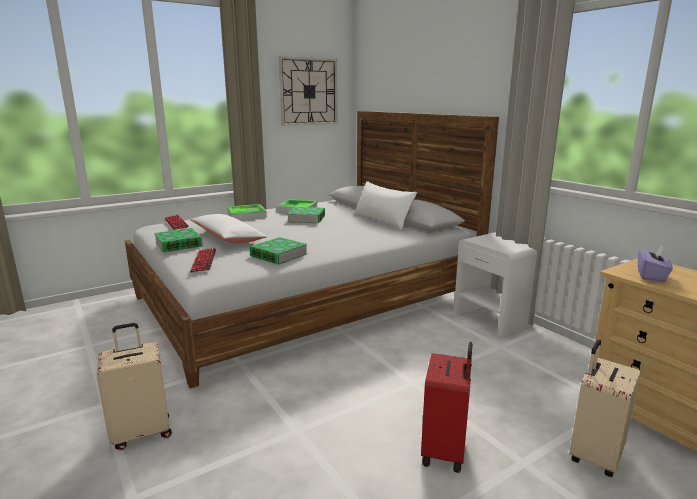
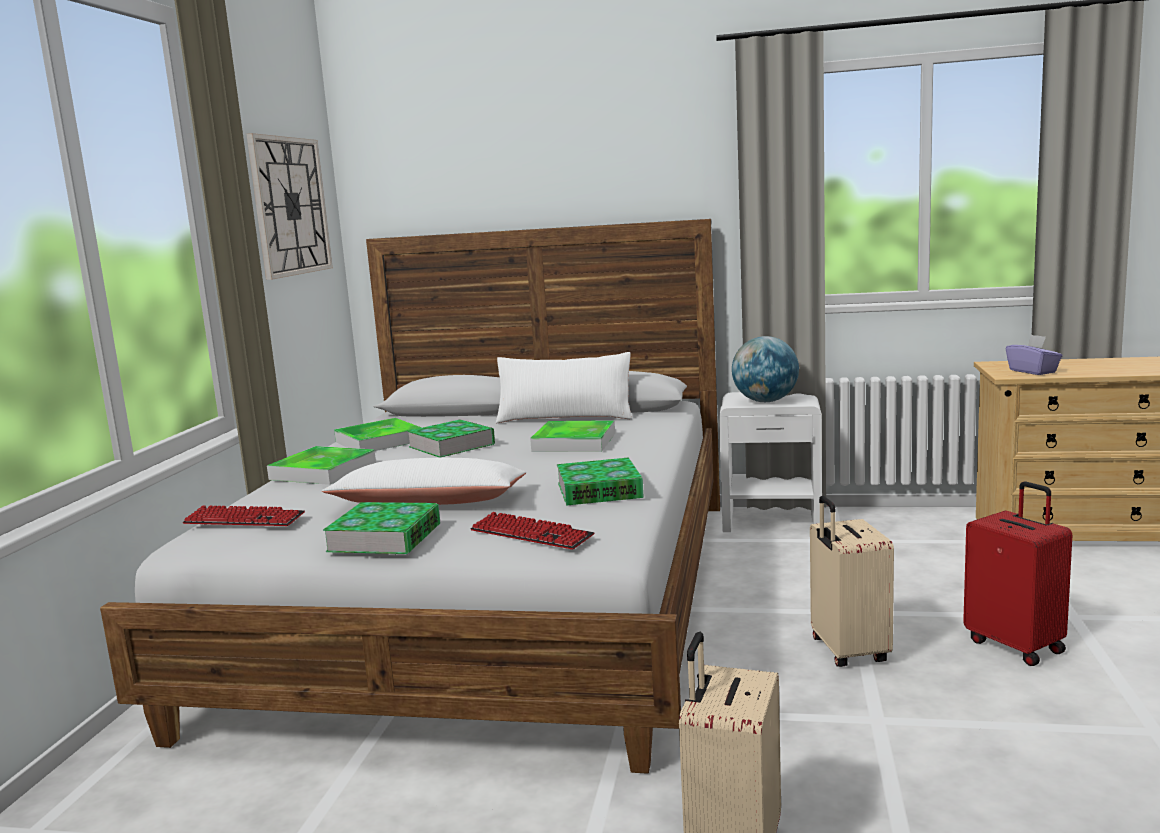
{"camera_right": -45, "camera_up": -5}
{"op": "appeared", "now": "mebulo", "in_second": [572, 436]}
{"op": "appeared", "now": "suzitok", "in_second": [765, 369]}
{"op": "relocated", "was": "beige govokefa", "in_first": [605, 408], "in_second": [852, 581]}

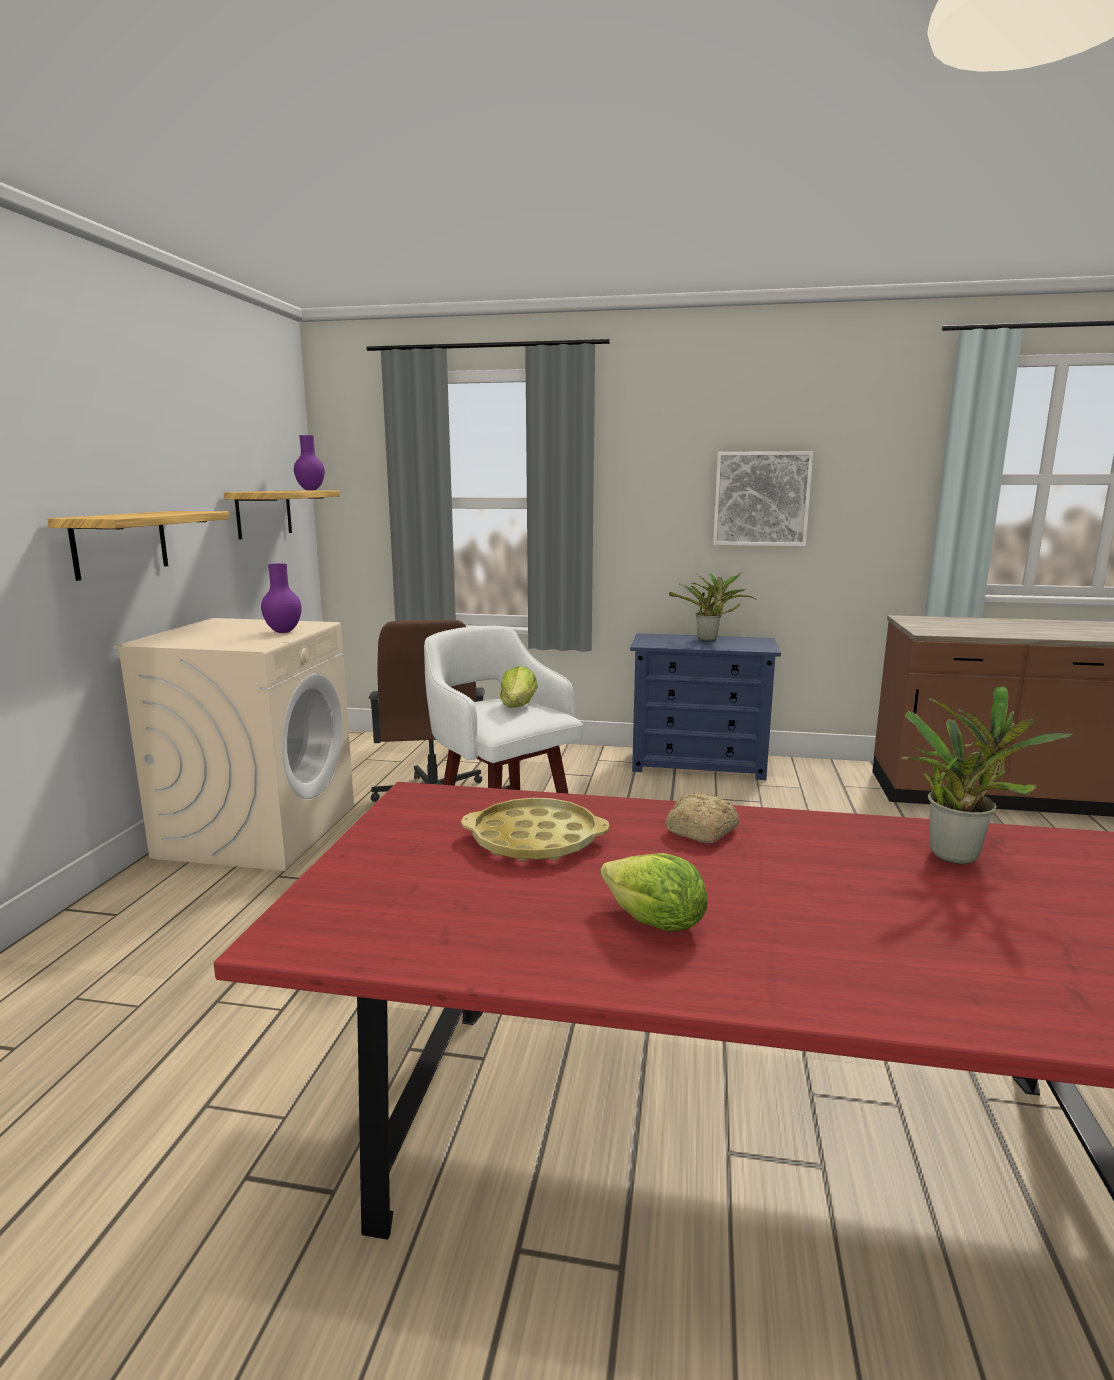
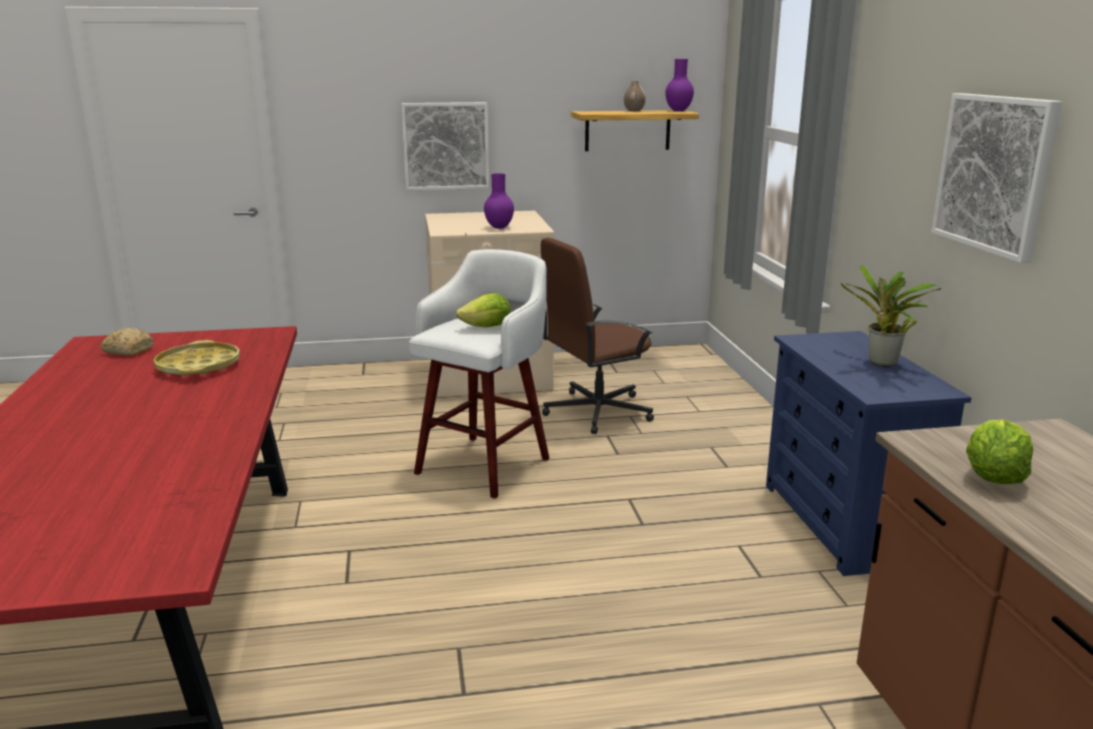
{"camera_right": 70, "camera_up": 5}
{"op": "missing", "was": "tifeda", "in_first": [986, 775]}
{"op": "appeared", "now": "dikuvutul", "in_second": [635, 96]}
{"op": "relocated", "was": "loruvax", "in_first": [653, 892], "in_second": [999, 452]}
{"op": "relocated", "was": "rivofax", "in_first": [702, 818], "in_second": [127, 342]}
{"op": "exchanged", "was": "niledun", "now": "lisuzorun", "in_first": [138, 546], "in_second": [445, 146]}

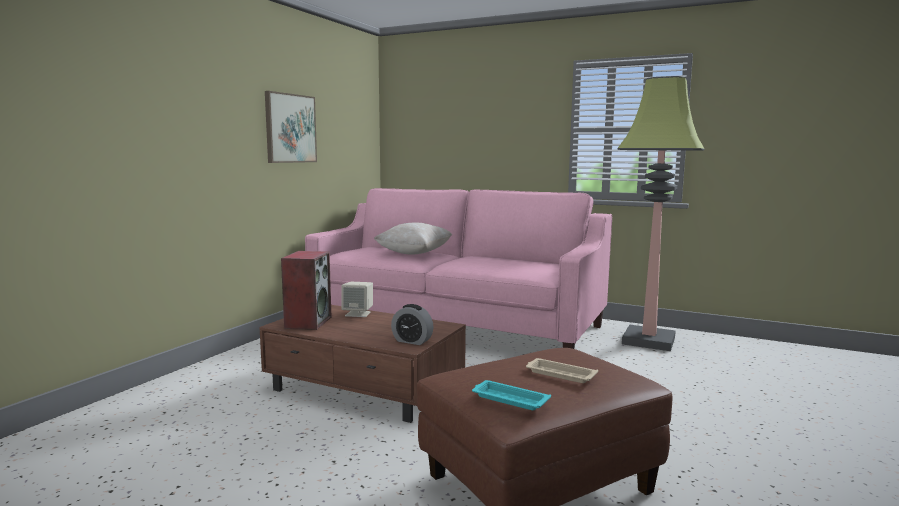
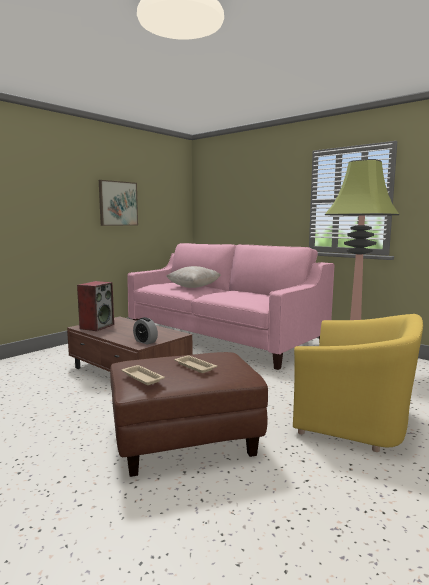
{"camera_right": 15, "camera_up": 0}
{"op": "missing", "was": "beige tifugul", "in_first": [357, 299]}
{"op": "appeared", "now": "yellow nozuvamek", "in_second": [358, 383]}
{"op": "colour", "was": "turquoise mebulo", "now": "beige mebulo", "in_first": [511, 395], "in_second": [143, 375]}

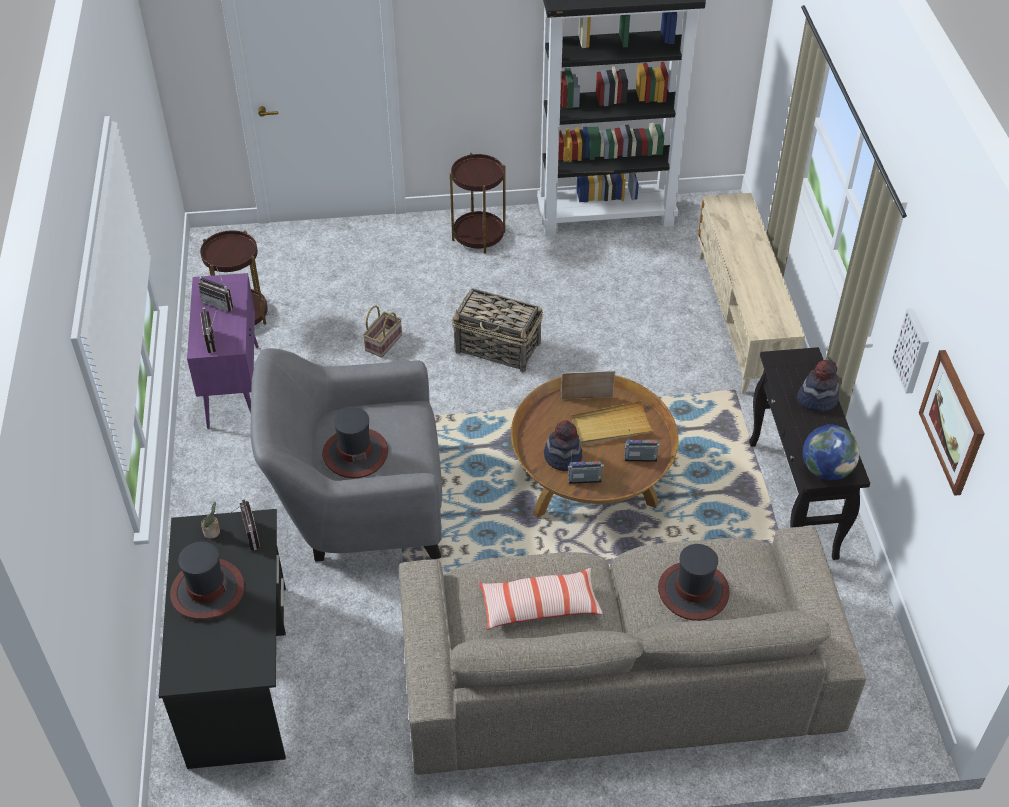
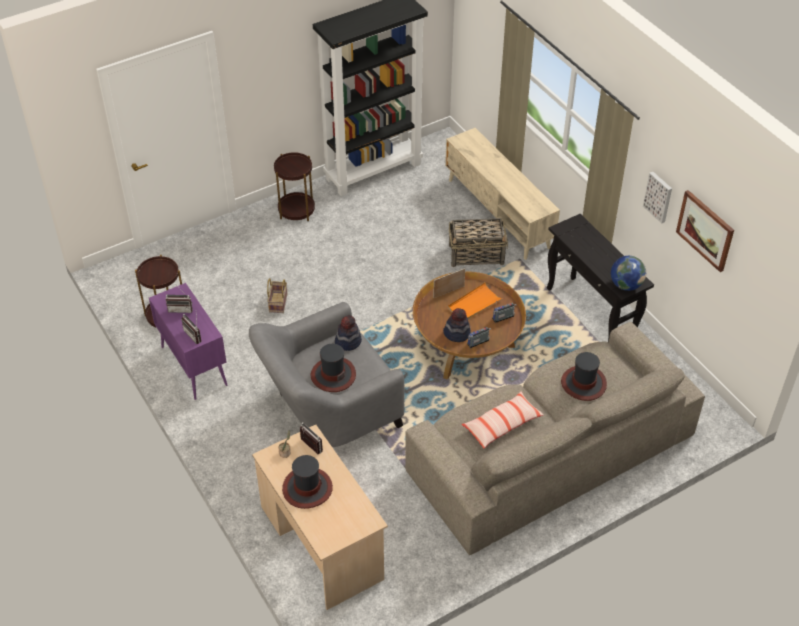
{"camera_right": -25, "camera_up": 0}
{"op": "relocated", "was": "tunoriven", "in_first": [497, 330], "in_second": [478, 242]}
{"op": "relocated", "was": "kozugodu", "in_first": [818, 386], "in_second": [348, 333]}
{"op": "colour", "was": "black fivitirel", "now": "beige fivitirel", "in_first": [222, 639], "in_second": [320, 517]}
{"op": "colour", "was": "beige mebulo", "now": "orange mebulo", "in_first": [612, 423], "in_second": [475, 301]}

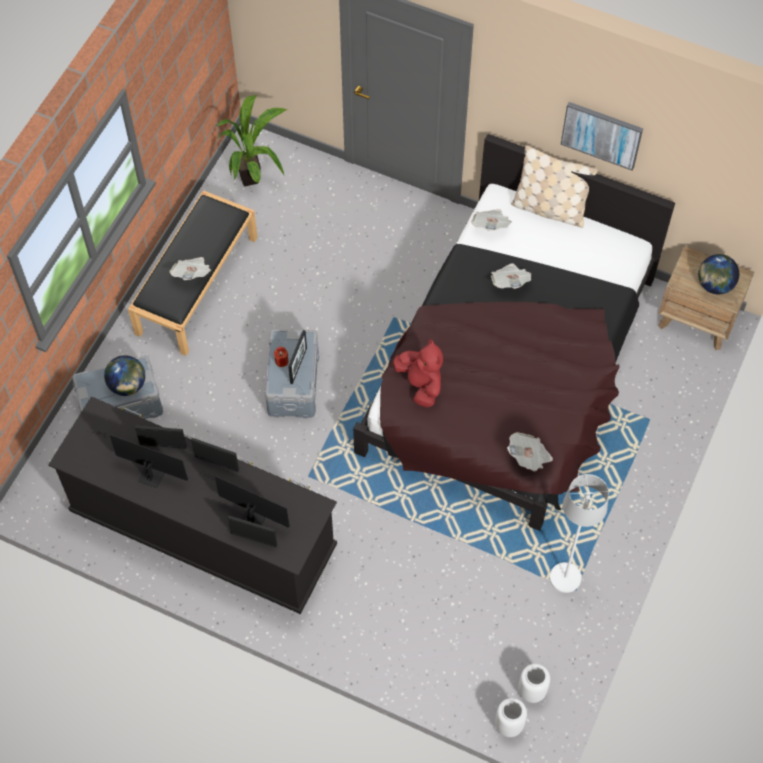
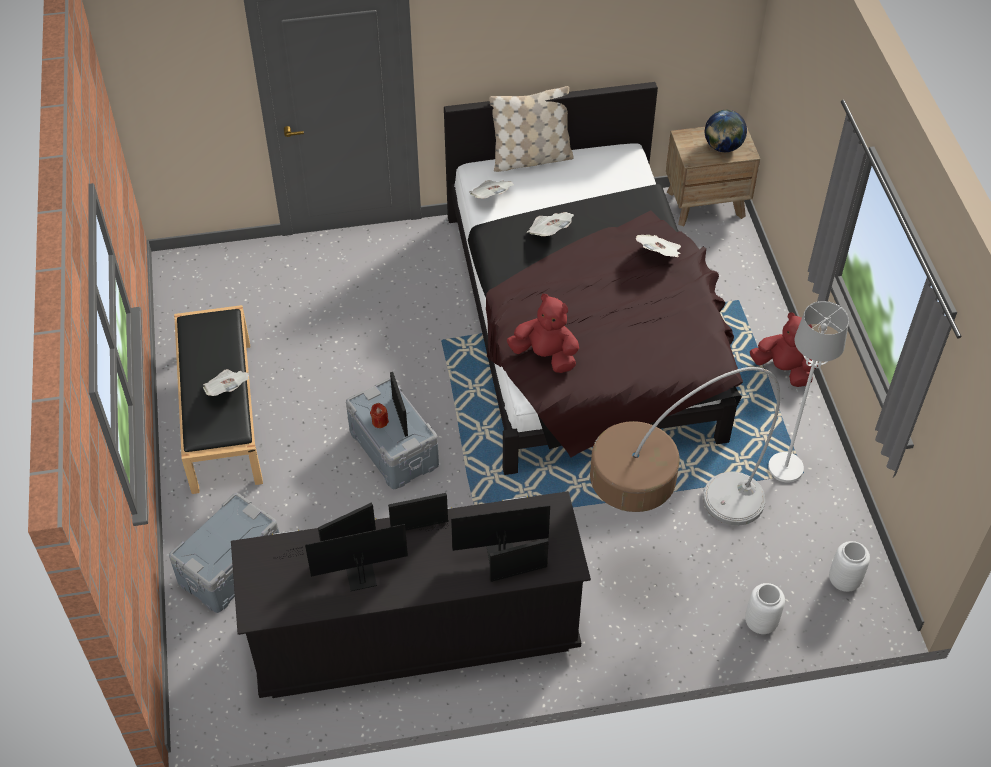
{"camera_right": -35, "camera_up": -10}
{"op": "missing", "was": "suzitok", "in_first": [124, 375]}
{"op": "missing", "was": "tifeda", "in_first": [251, 140]}
{"op": "missing", "was": "lisuzorun", "in_first": [602, 136]}
{"op": "appeared", "now": "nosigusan", "in_second": [685, 446]}
{"op": "appeared", "now": "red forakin", "in_second": [784, 349]}
{"op": "relocated", "was": "white dikuvutul", "in_first": [511, 717], "in_second": [765, 608]}
{"op": "relocated", "was": "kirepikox", "in_first": [530, 451], "in_second": [658, 246]}

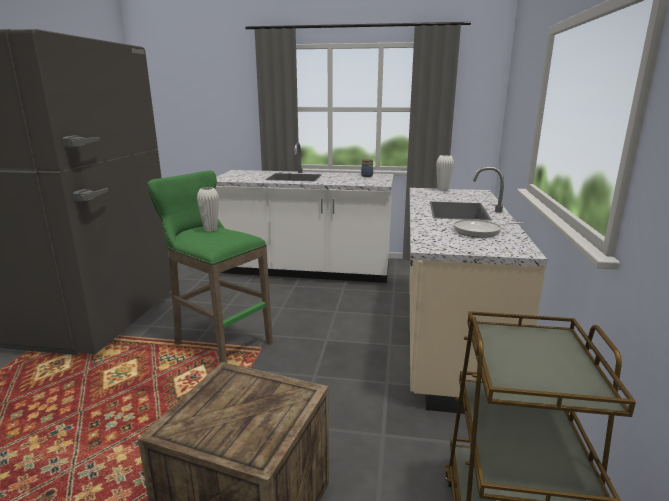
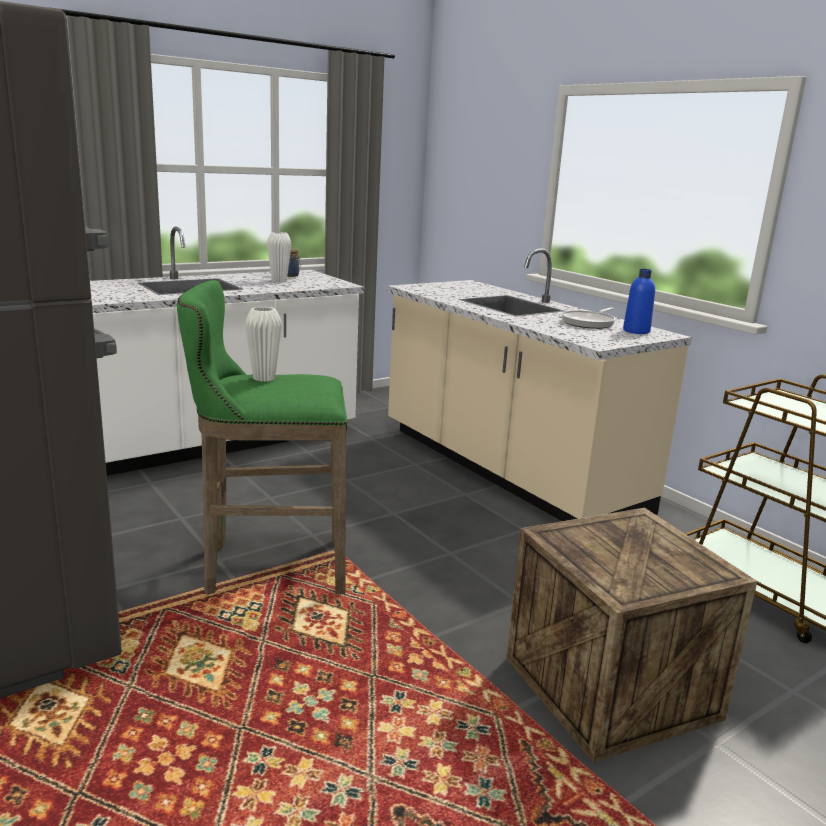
{"camera_right": -45, "camera_up": 0}
{"op": "appeared", "now": "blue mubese", "in_second": [639, 301]}
{"op": "relocated", "was": "white dikuvutul", "in_first": [445, 173], "in_second": [279, 257]}

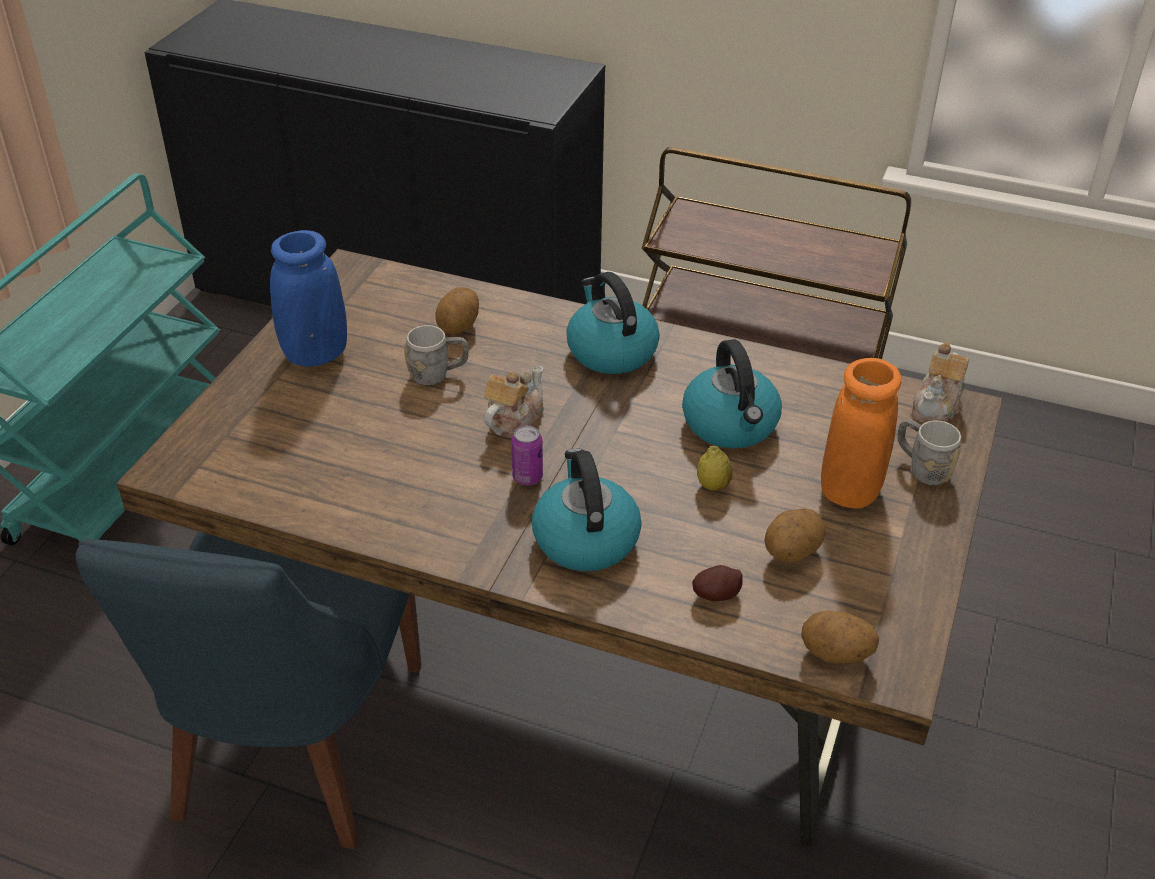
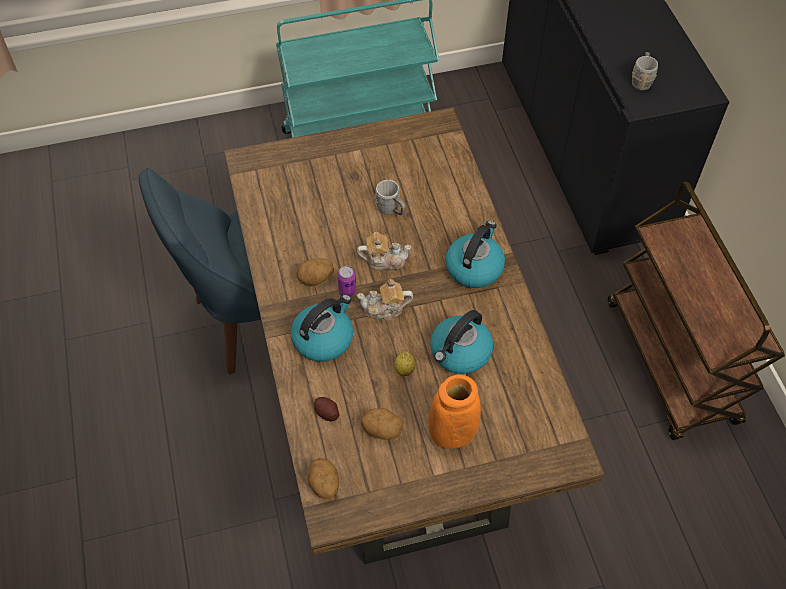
{"camera_right": 55, "camera_up": 15}
{"op": "missing", "was": "blue dikuvutul", "in_first": [308, 298]}
{"op": "relocated", "was": "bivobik", "in_first": [457, 311], "in_second": [315, 272]}
{"op": "relocated", "was": "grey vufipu", "in_first": [929, 452], "in_second": [645, 71]}
{"op": "relocated", "was": "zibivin", "in_first": [940, 383], "in_second": [385, 300]}

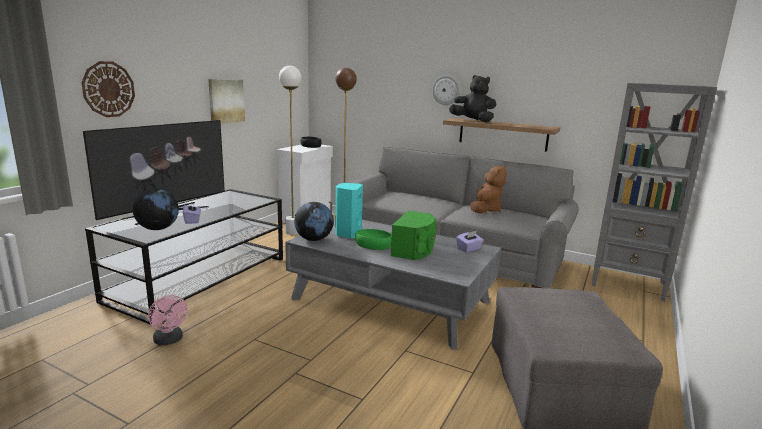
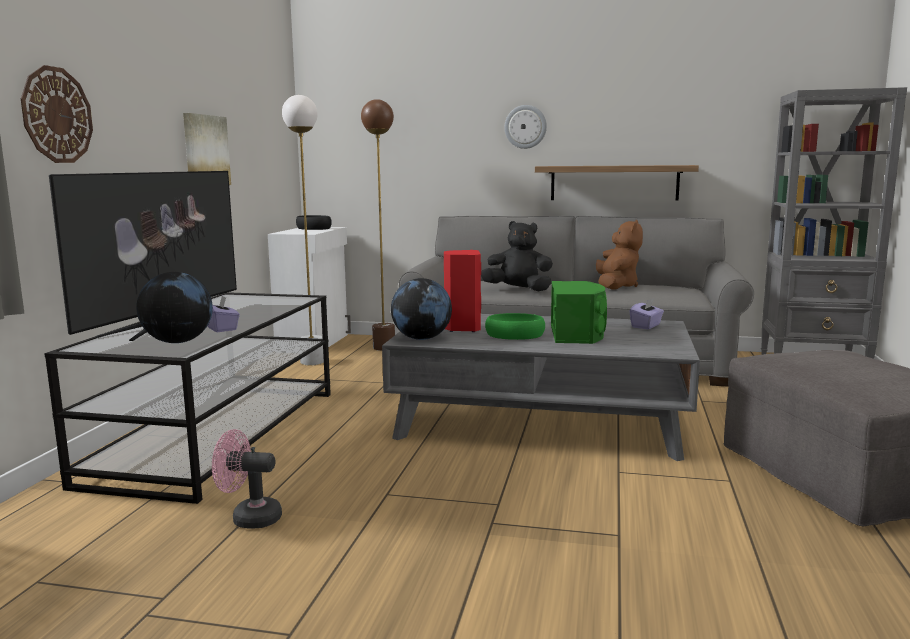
{"camera_right": -15, "camera_up": -5}
{"op": "relocated", "was": "black forakin", "in_first": [473, 98], "in_second": [517, 256]}
{"op": "colour", "was": "turquoise tifugul", "now": "red tifugul", "in_first": [349, 211], "in_second": [462, 291]}
{"op": "spun", "was": "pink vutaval", "in_first": [168, 320], "in_second": [247, 479], "clockwise": 150}

